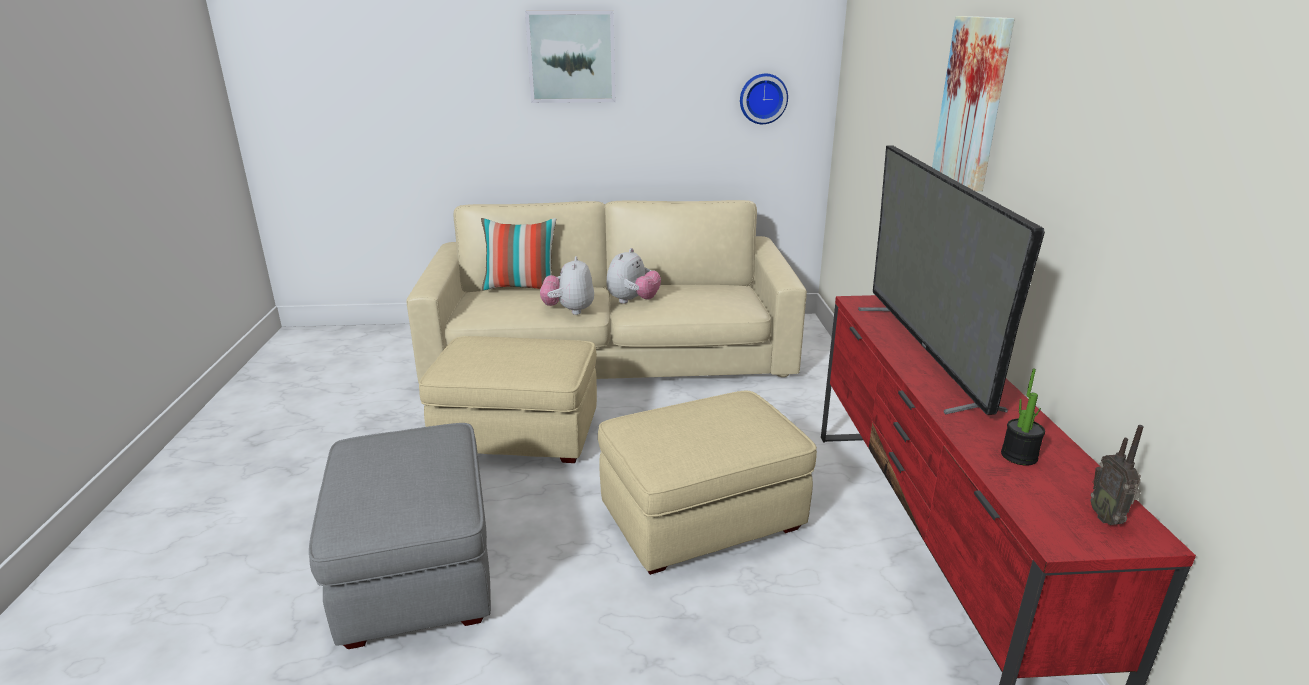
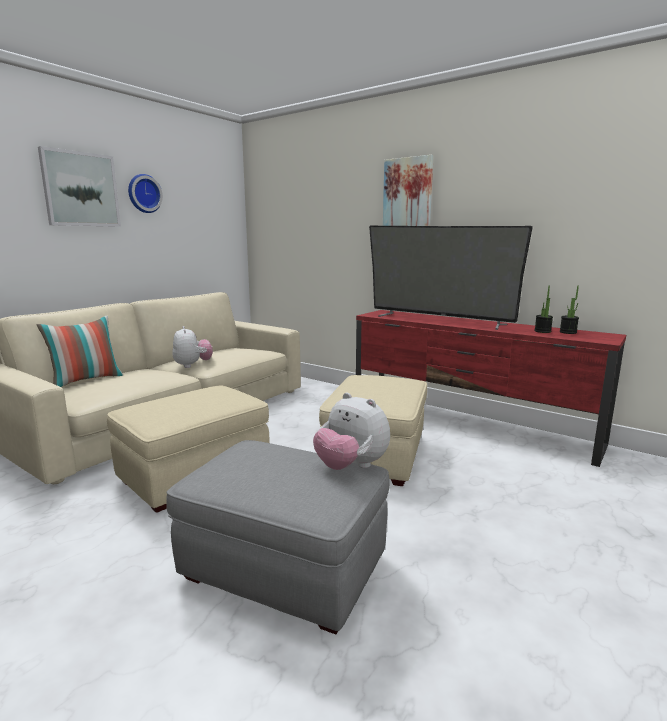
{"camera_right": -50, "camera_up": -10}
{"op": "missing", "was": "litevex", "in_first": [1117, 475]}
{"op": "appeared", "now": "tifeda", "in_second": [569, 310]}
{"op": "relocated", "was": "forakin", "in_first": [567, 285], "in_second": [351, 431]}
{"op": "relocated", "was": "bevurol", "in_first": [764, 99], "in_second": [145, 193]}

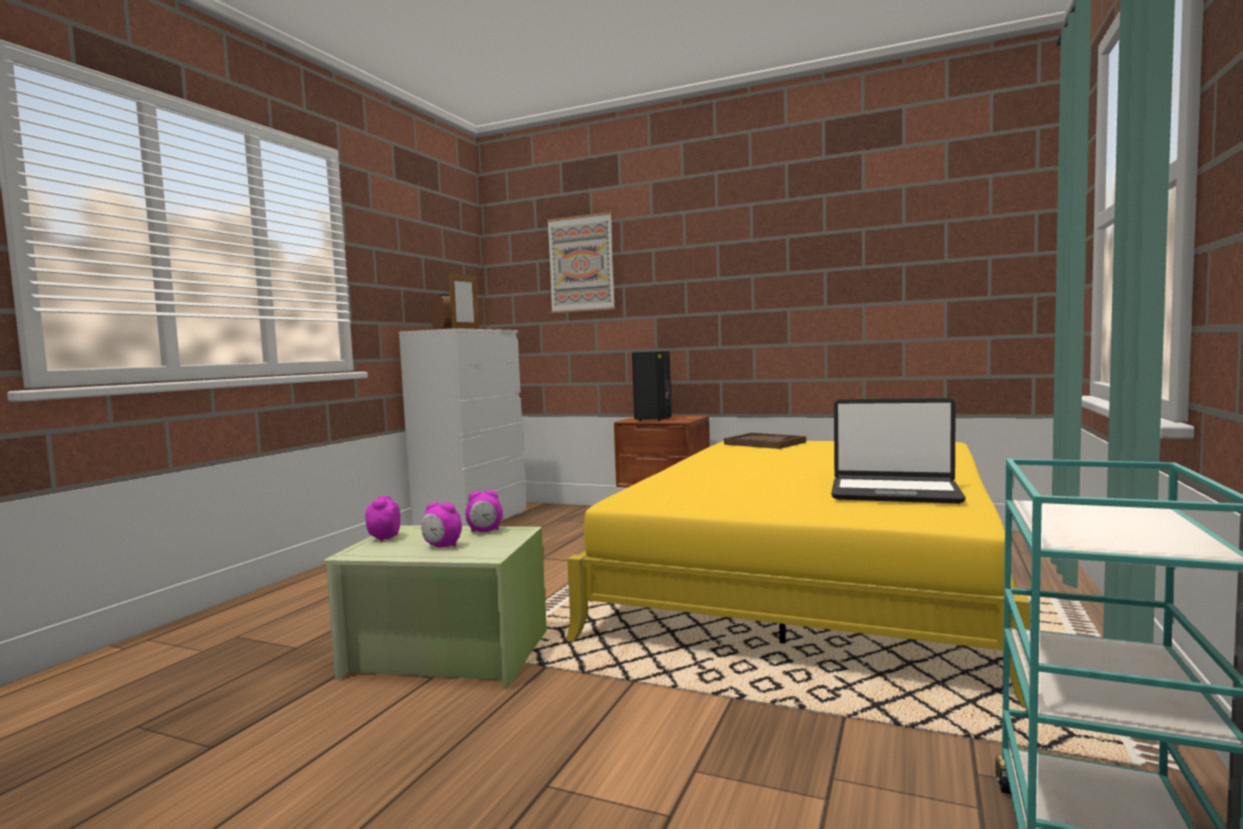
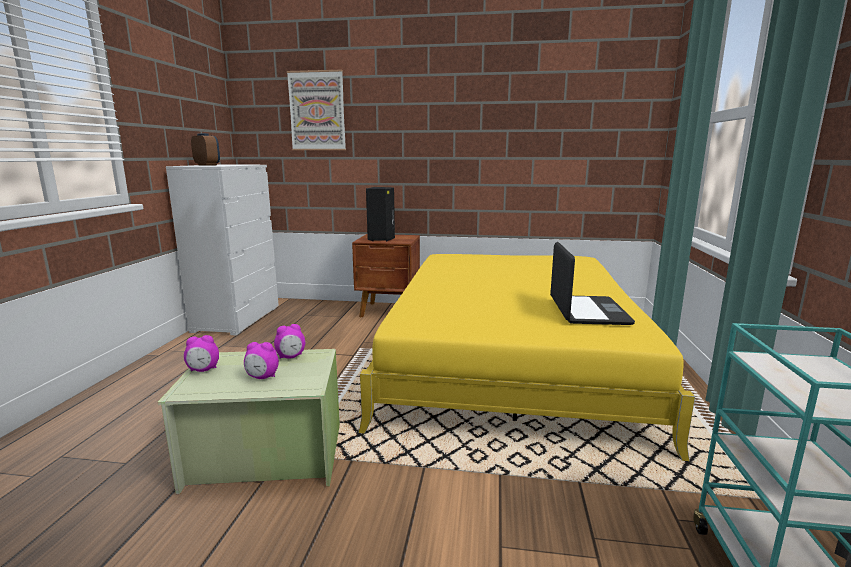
{"camera_right": -15, "camera_up": 10}
{"op": "missing", "was": "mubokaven", "in_first": [464, 301]}
{"op": "missing", "was": "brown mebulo", "in_first": [765, 441]}
{"op": "spun", "was": "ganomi", "in_first": [382, 518], "in_second": [201, 353], "clockwise": -90}
{"op": "spun", "was": "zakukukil", "in_first": [898, 451], "in_second": [592, 283], "clockwise": -90}

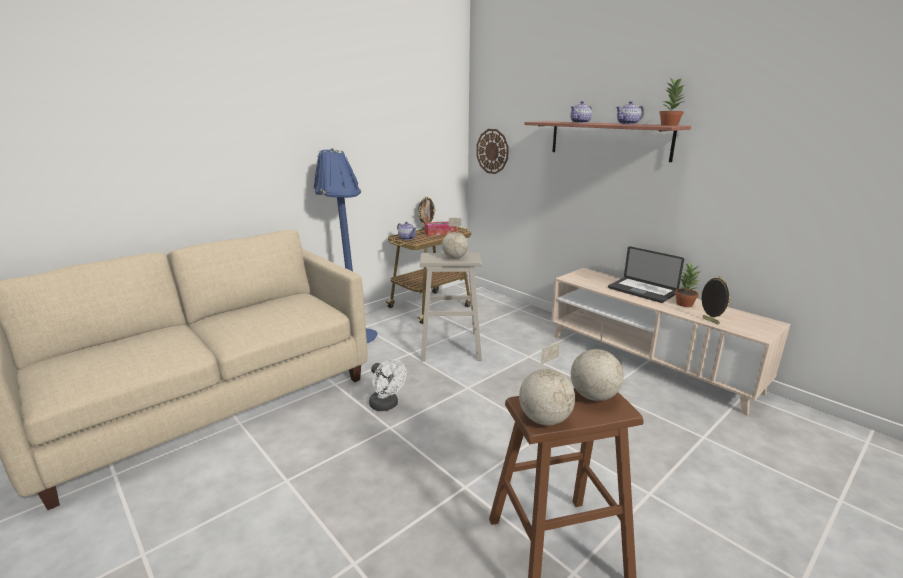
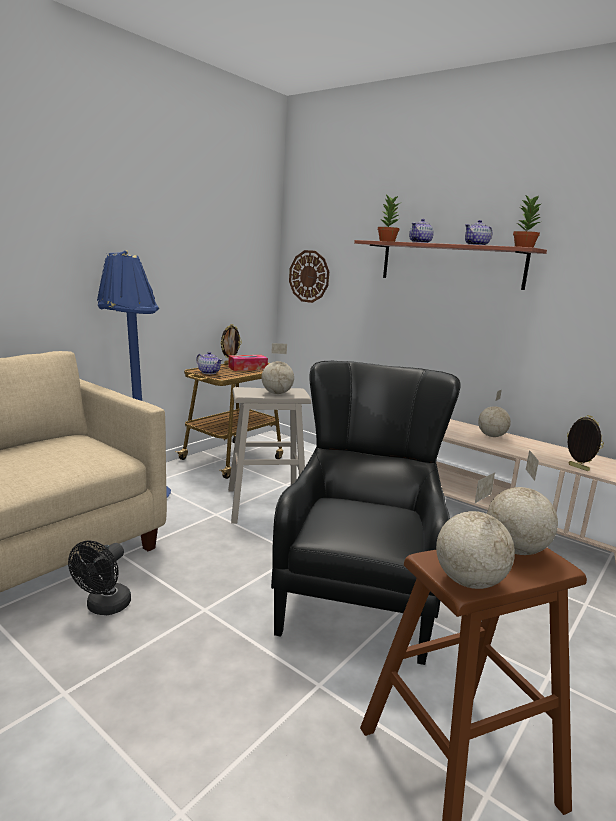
{"camera_right": -10, "camera_up": -5}
{"op": "missing", "was": "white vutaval", "in_first": [387, 385]}
{"op": "appeared", "now": "black vutaval", "in_second": [99, 577]}
{"op": "appeared", "now": "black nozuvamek", "in_second": [366, 513]}
{"op": "relocated", "was": "tifeda", "in_first": [688, 284], "in_second": [389, 218]}
{"op": "exchanged", "was": "zakukukil", "now": "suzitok", "in_first": [646, 274], "in_second": [494, 413]}

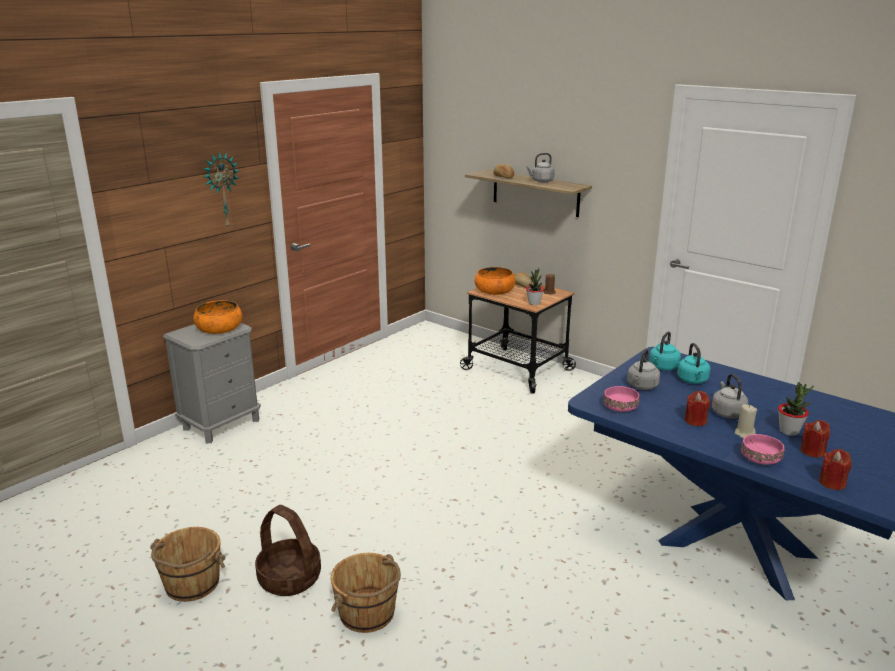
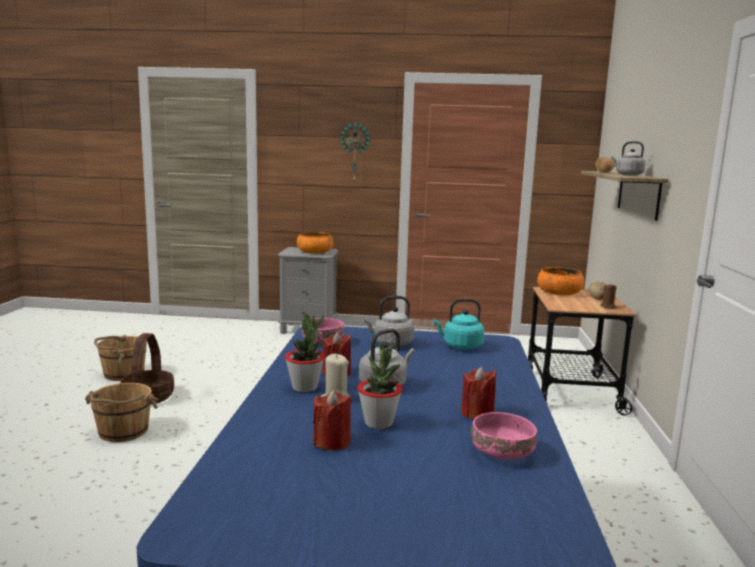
{"camera_right": 55, "camera_up": -10}
{"op": "missing", "was": "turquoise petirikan", "in_first": [693, 363]}
{"op": "relocated", "was": "tifeda", "in_first": [535, 286], "in_second": [305, 353]}
{"op": "relocated", "was": "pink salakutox", "in_first": [762, 449], "in_second": [504, 436]}
{"op": "relocated", "was": "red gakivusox", "in_first": [835, 469], "in_second": [479, 393]}

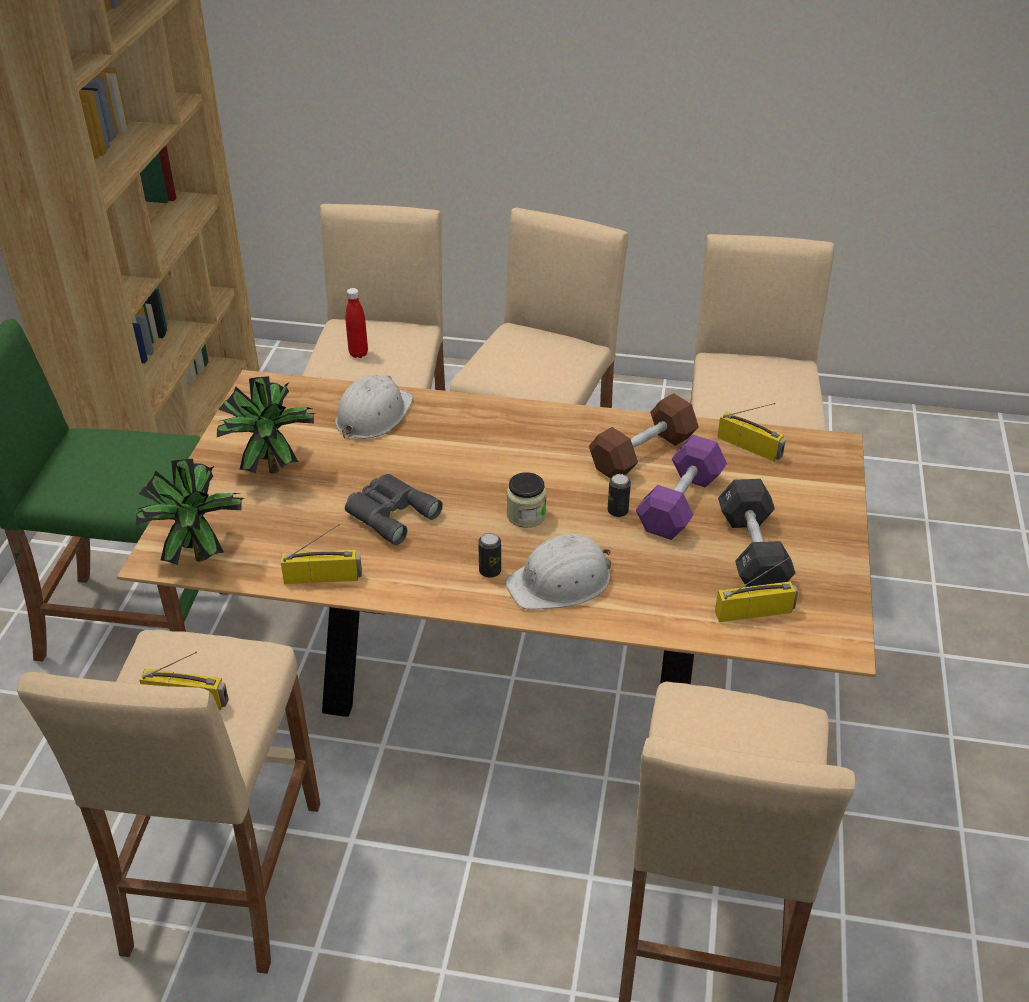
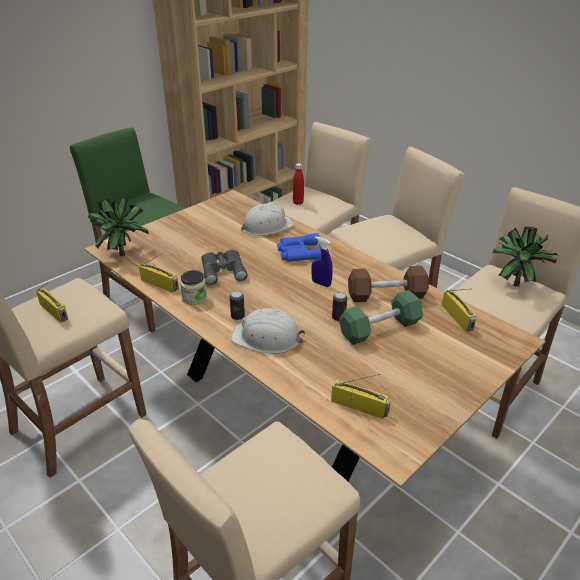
{"camera_right": 35, "camera_up": -5}
{"op": "missing", "was": "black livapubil", "in_first": [757, 533]}
{"op": "appeared", "now": "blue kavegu", "in_second": [299, 247]}
{"op": "appeared", "now": "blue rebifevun", "in_second": [322, 261]}
{"op": "relocated", "was": "tifeda", "in_first": [266, 425], "in_second": [524, 257]}
{"op": "relocated", "was": "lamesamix", "in_first": [527, 500], "in_second": [193, 287]}
{"op": "colour", "was": "purple livapubil", "now": "green livapubil", "in_first": [681, 487], "in_second": [381, 317]}

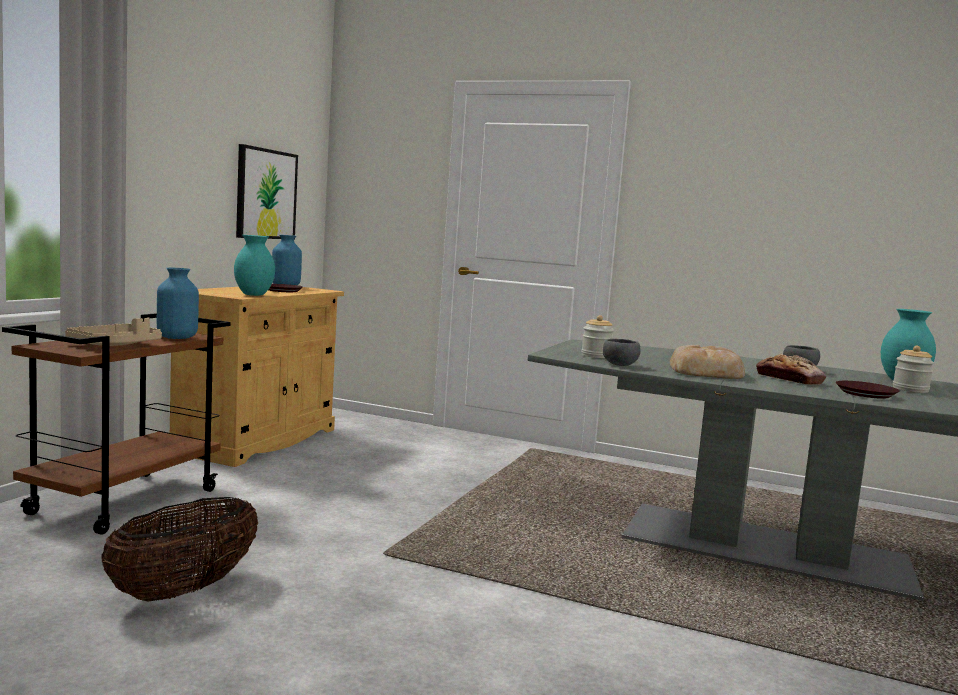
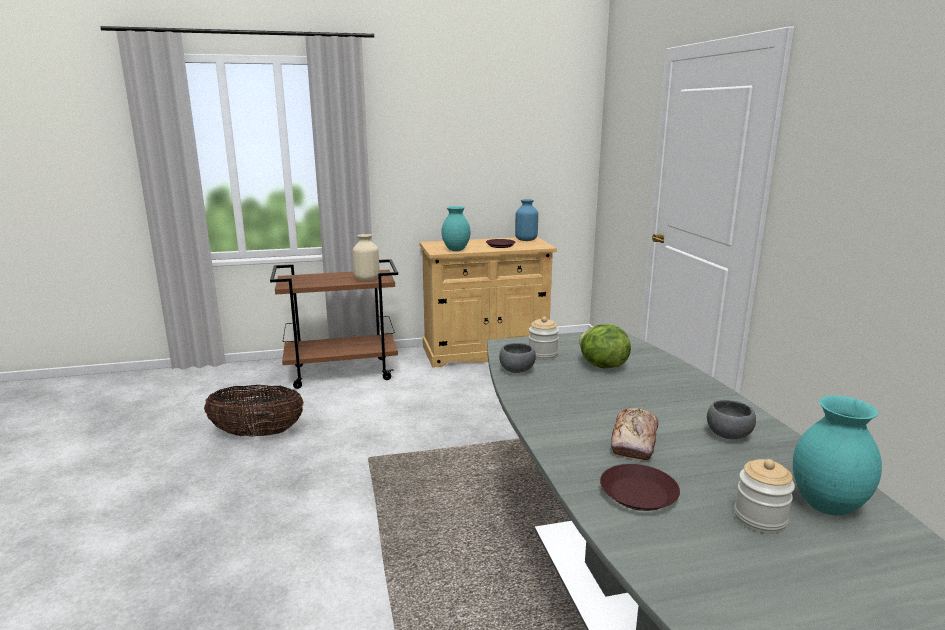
{"camera_right": 55, "camera_up": 10}
{"op": "missing", "was": "beige mebulo", "in_first": [113, 332]}
{"op": "missing", "was": "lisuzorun", "in_first": [267, 192]}
{"op": "missing", "was": "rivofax", "in_first": [707, 362]}
{"op": "appeared", "now": "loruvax", "in_second": [605, 346]}
{"op": "colour", "was": "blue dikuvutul", "now": "beige dikuvutul", "in_first": [178, 303], "in_second": [366, 257]}

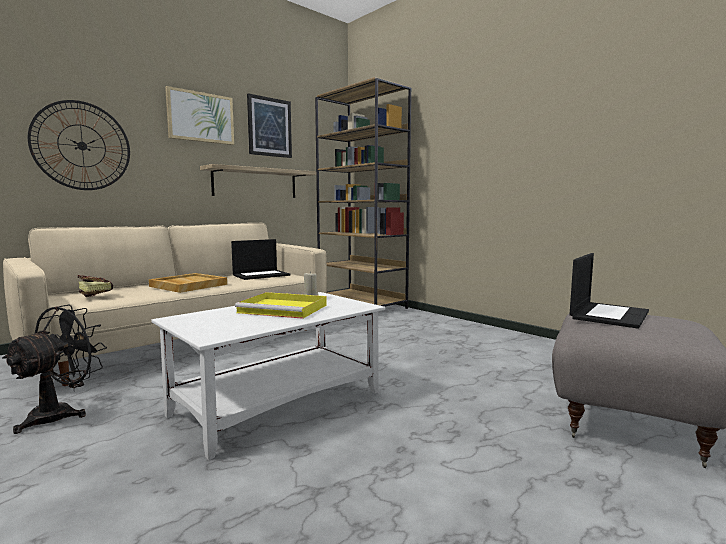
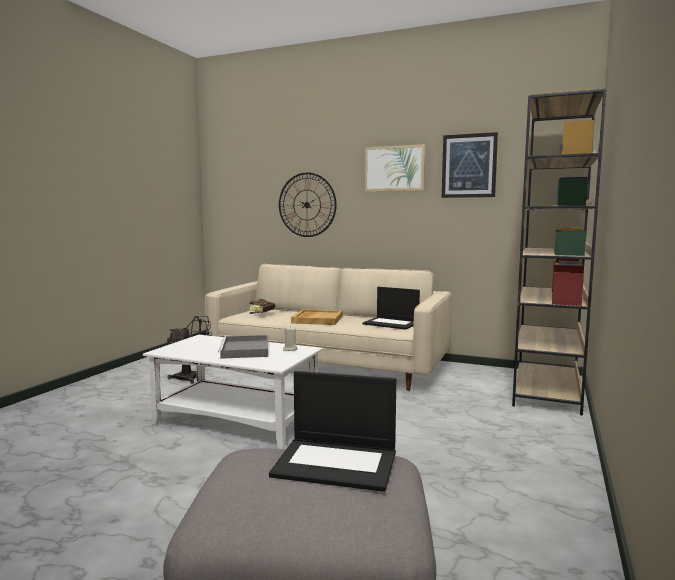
{"camera_right": 65, "camera_up": 0}
{"op": "missing", "was": "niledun", "in_first": [258, 181]}
{"op": "colour", "was": "yellow mebulo", "now": "grey mebulo", "in_first": [281, 305], "in_second": [243, 347]}

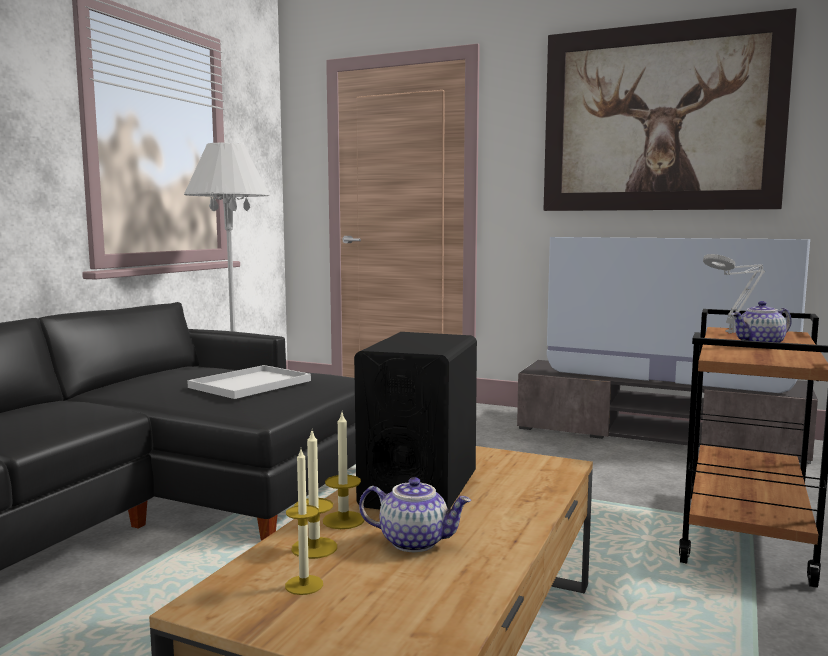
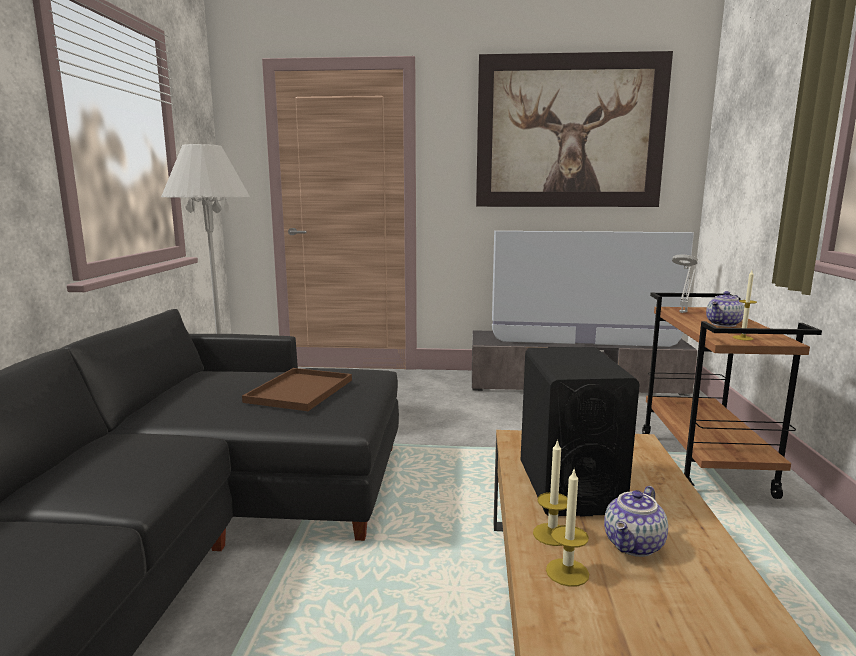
{"camera_right": -20, "camera_up": 5}
{"op": "relocated", "was": "gakivusox", "in_first": [304, 522], "in_second": [745, 306]}
{"op": "colour", "was": "white mebulo", "now": "brown mebulo", "in_first": [249, 382], "in_second": [297, 389]}
{"op": "spun", "was": "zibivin", "in_first": [415, 514], "in_second": [636, 521], "clockwise": 135}

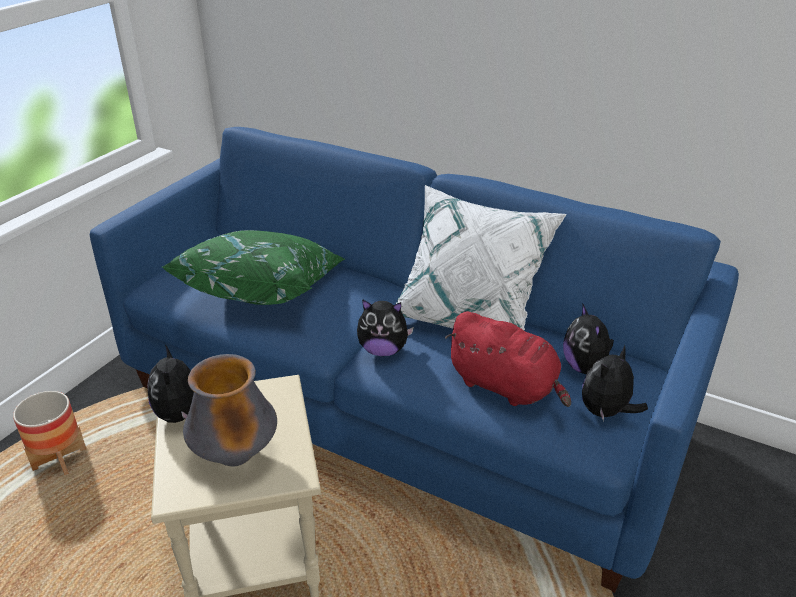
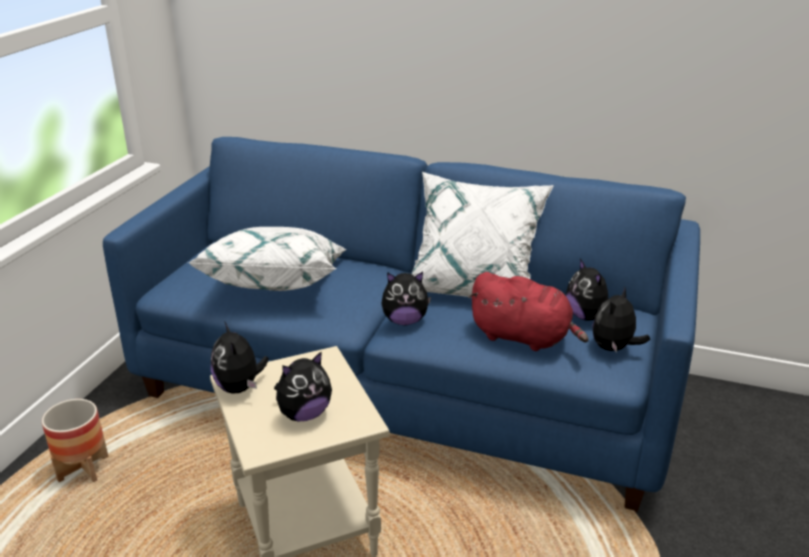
{"camera_right": -10, "camera_up": -5}
{"op": "exchanged", "was": "dikuvutul", "now": "forakin", "in_first": [230, 410], "in_second": [303, 386]}
{"op": "colour", "was": "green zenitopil", "now": "white zenitopil", "in_first": [253, 267], "in_second": [267, 259]}

